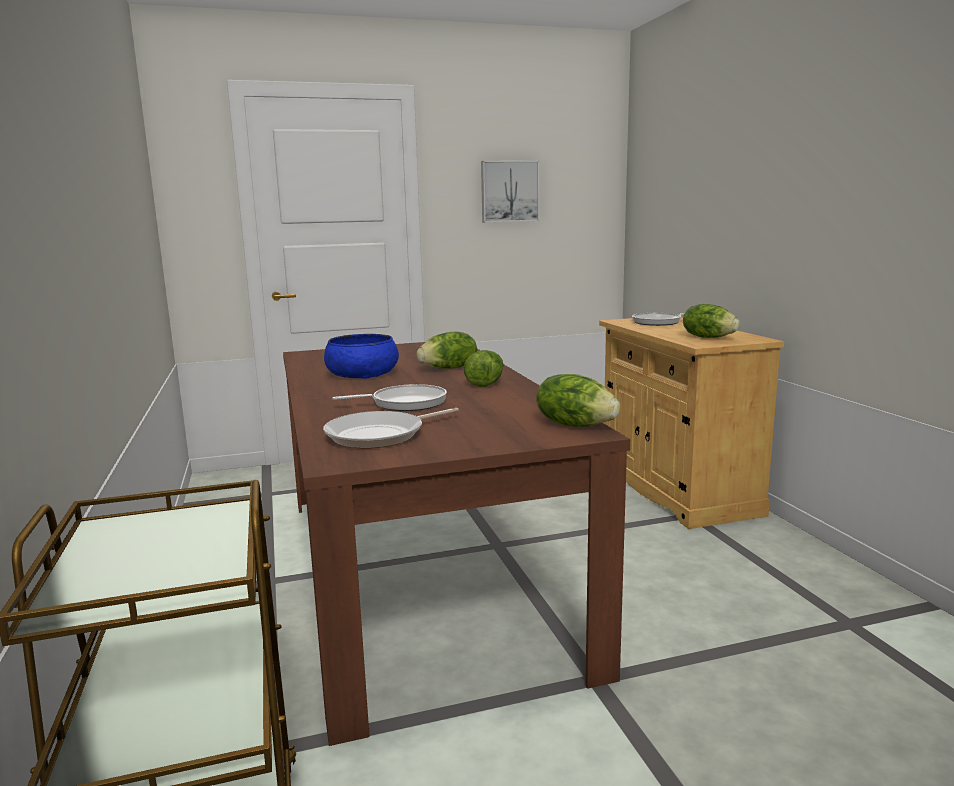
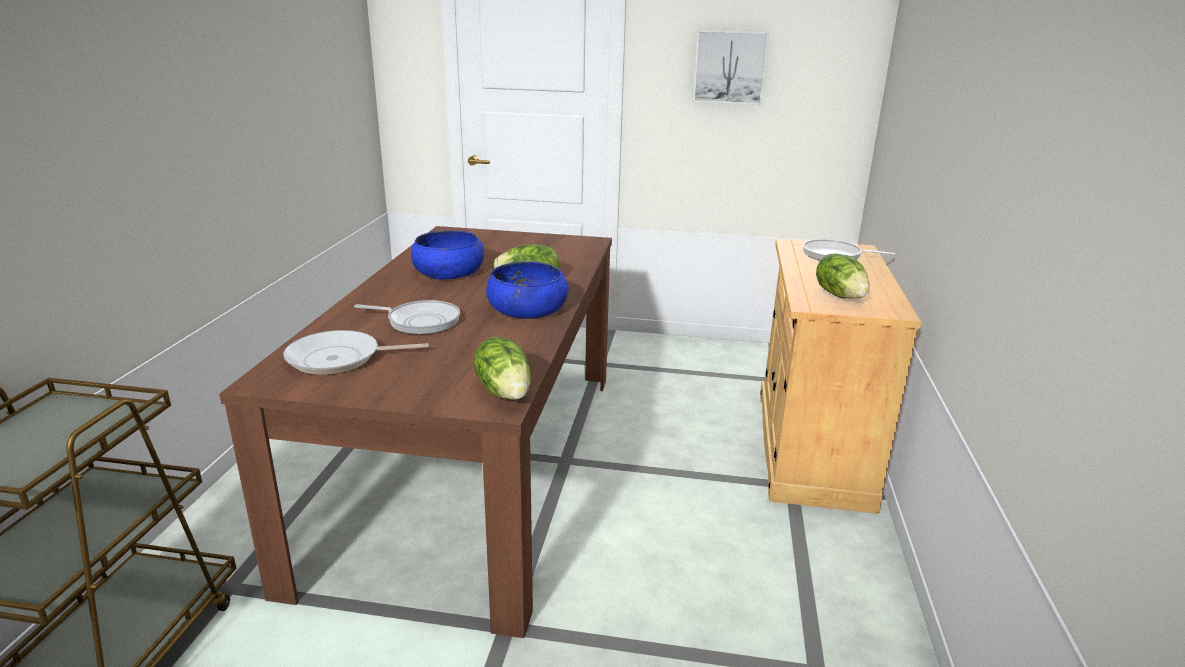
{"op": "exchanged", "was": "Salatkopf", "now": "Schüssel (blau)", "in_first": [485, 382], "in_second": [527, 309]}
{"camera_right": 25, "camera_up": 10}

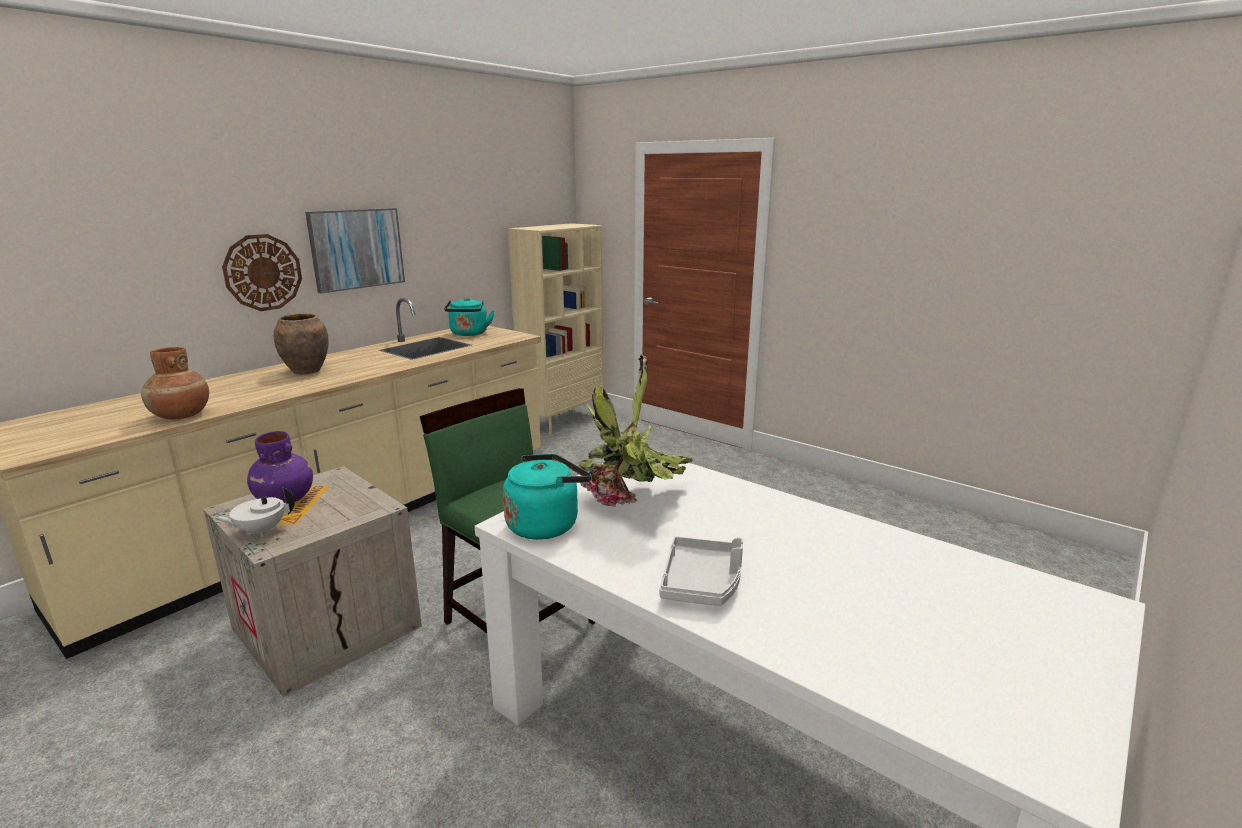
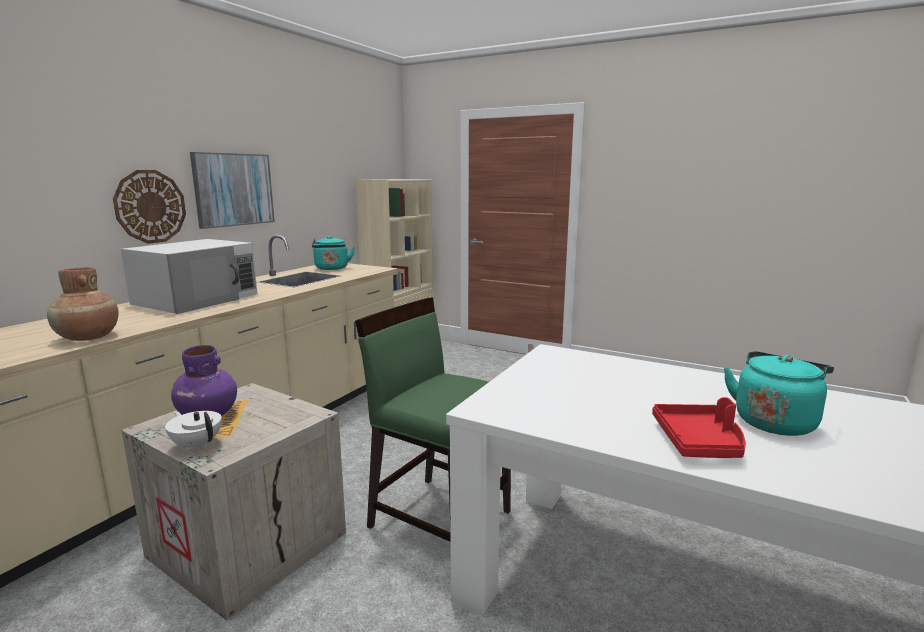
{"op": "spun", "was": "Teekanne (weiß)", "in_first": [260, 531], "in_second": [197, 445], "clockwise": 75}
{"op": "exchanged", "was": "Vase (braun)", "now": "Mikrowelle (weiß)", "in_first": [307, 371], "in_second": [197, 299]}
{"op": "relocated", "was": "Wasserkessel (türkis)", "in_first": [546, 524], "in_second": [775, 421]}
{"op": "missing", "was": "Topfpflanze", "in_first": [634, 502]}
{"op": "colour", "was": "Tablett (grau)", "now": "Tablett (rot)", "in_first": [702, 582], "in_second": [699, 442]}
{"camera_right": -10, "camera_up": -5}

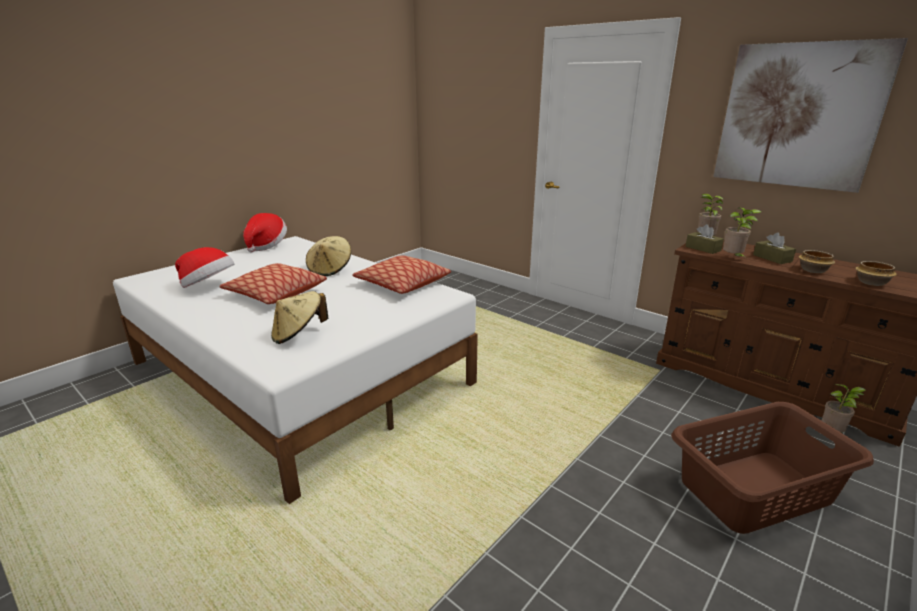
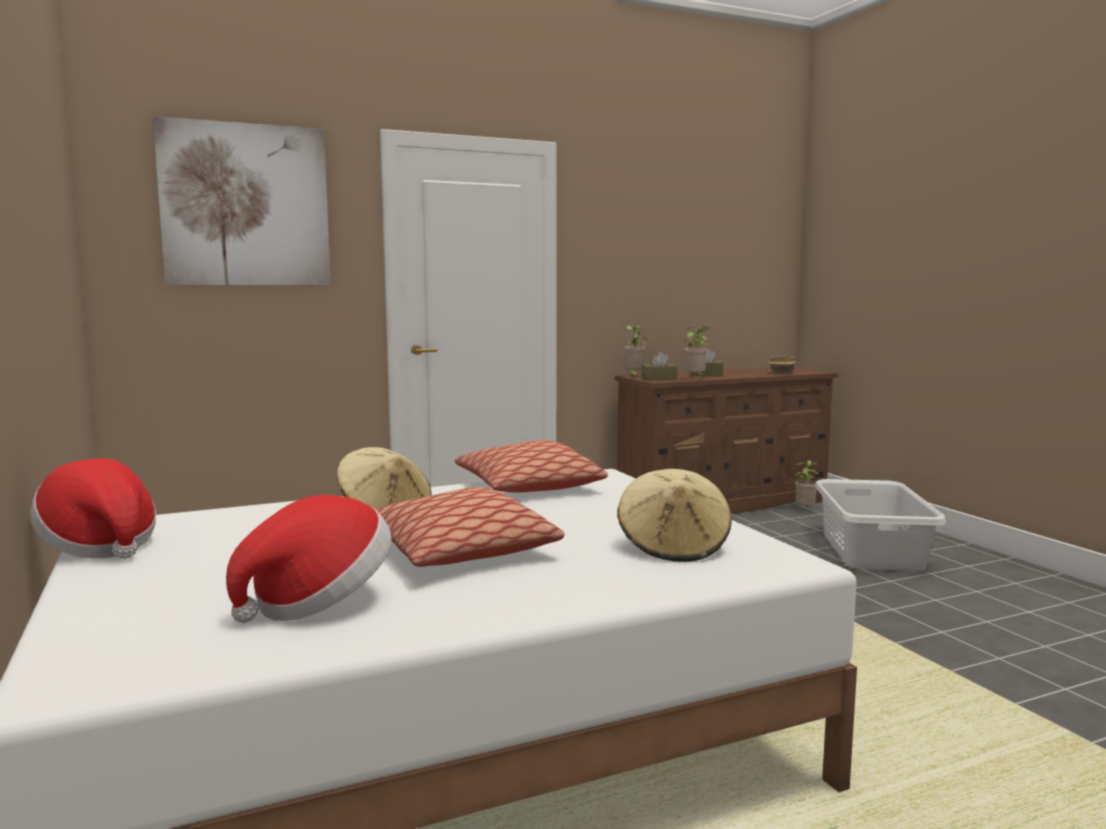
{"op": "colour", "was": "Wäschekorb (braun)", "now": "Wäschekorb (grau)", "in_first": [756, 490], "in_second": [872, 550]}
{"op": "relocated", "was": "Bild", "in_first": [798, 116], "in_second": [246, 205]}
{"op": "missing", "was": "Schüssel", "in_first": [812, 270]}
{"camera_right": -65, "camera_up": -15}

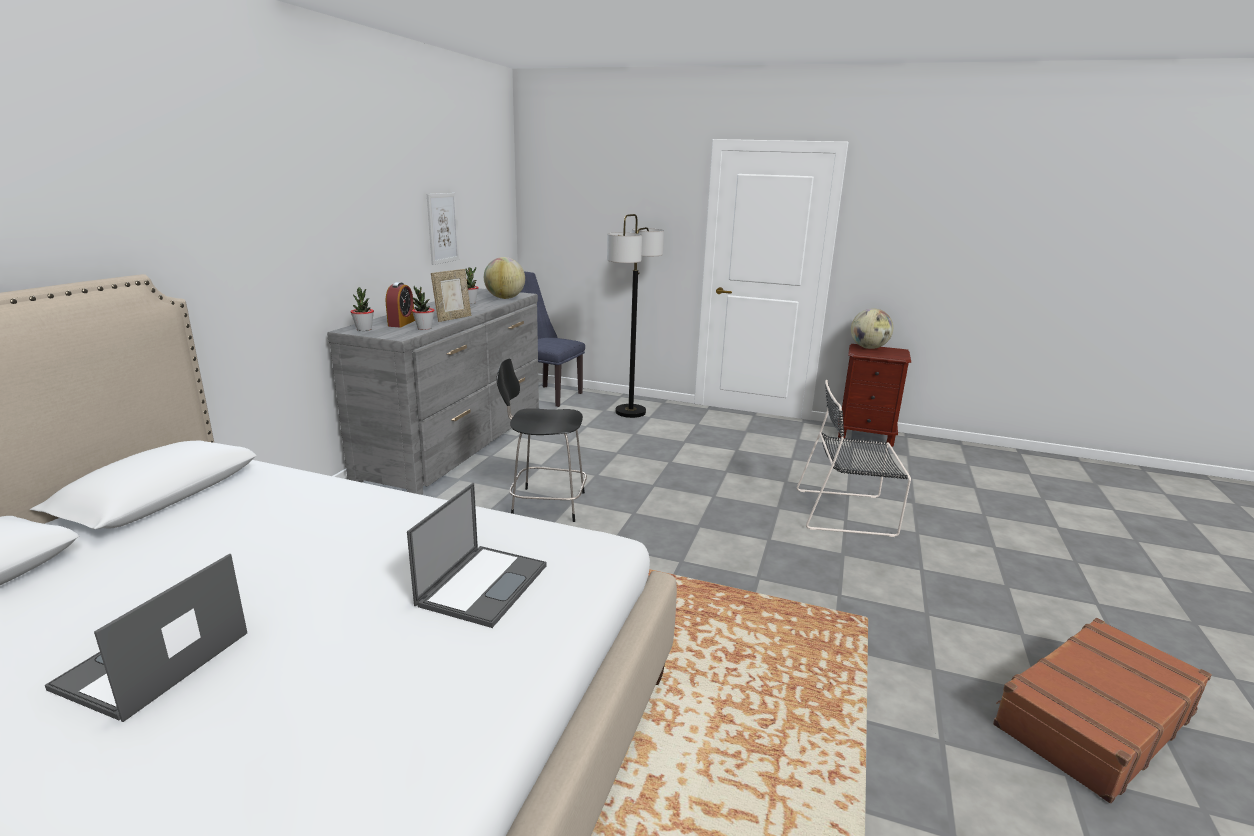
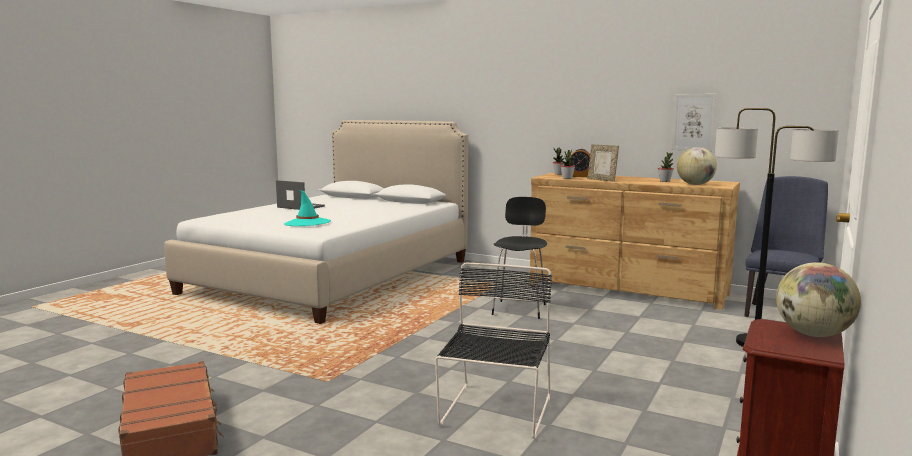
{"op": "colour", "was": "Kommode (grau)", "now": "Kommode (braun)", "in_first": [458, 442], "in_second": [627, 288]}
{"op": "exchanged", "was": "Laptop", "now": "Hut (türkis)", "in_first": [483, 584], "in_second": [307, 223]}
{"camera_right": 100, "camera_up": -10}

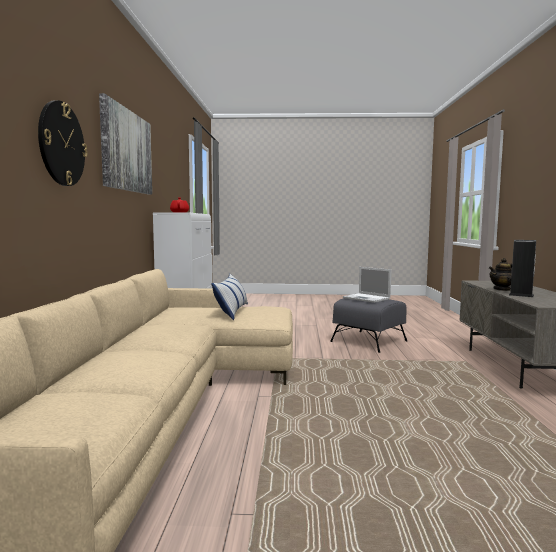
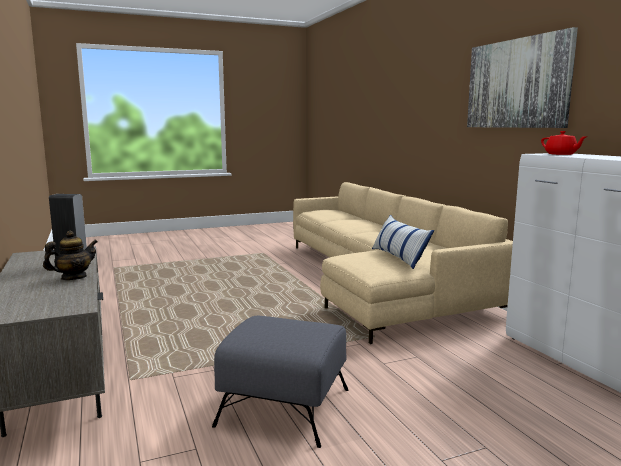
{"op": "missing", "was": "Wanduhr", "in_first": [61, 144]}
{"op": "missing", "was": "Laptop", "in_first": [367, 298]}
{"camera_right": 155, "camera_up": 5}

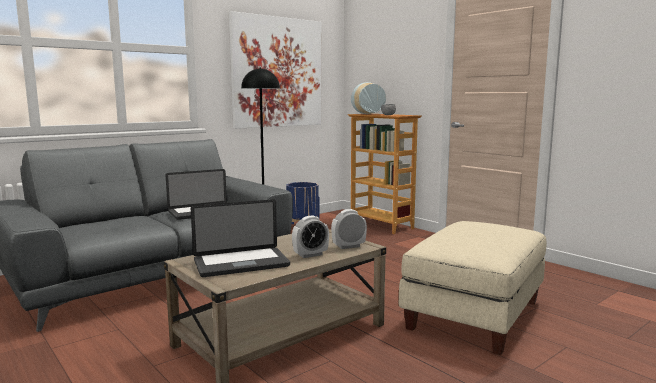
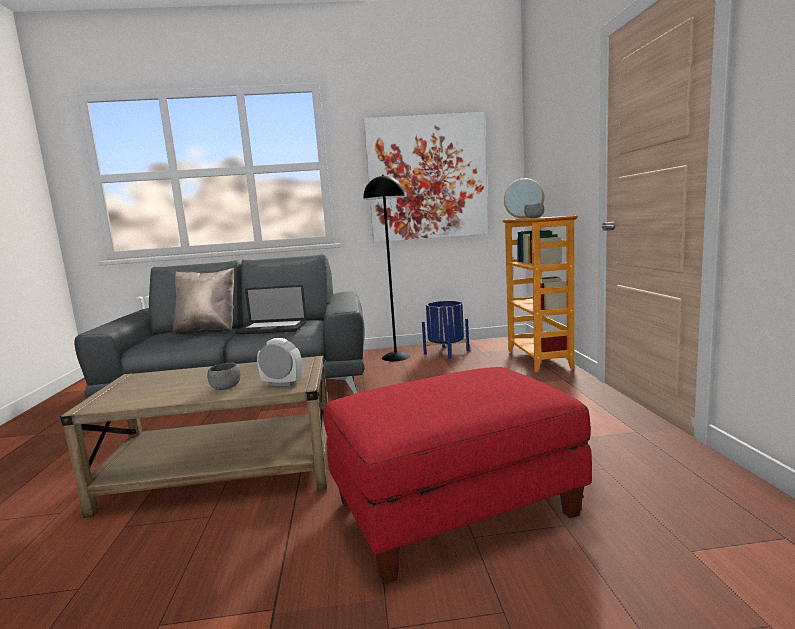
{"op": "missing", "was": "Laptop", "in_first": [241, 263]}
{"op": "exchanged", "was": "Wecker", "now": "Schüssel (grau)", "in_first": [310, 255], "in_second": [225, 388]}
{"op": "colour", "was": "Polsterhocker (beige)", "now": "Polsterhocker (rot)", "in_first": [475, 315], "in_second": [454, 509]}
{"op": "appeared", "now": "Kissen (beige)", "in_second": [208, 329]}
{"camera_right": 35, "camera_up": 0}

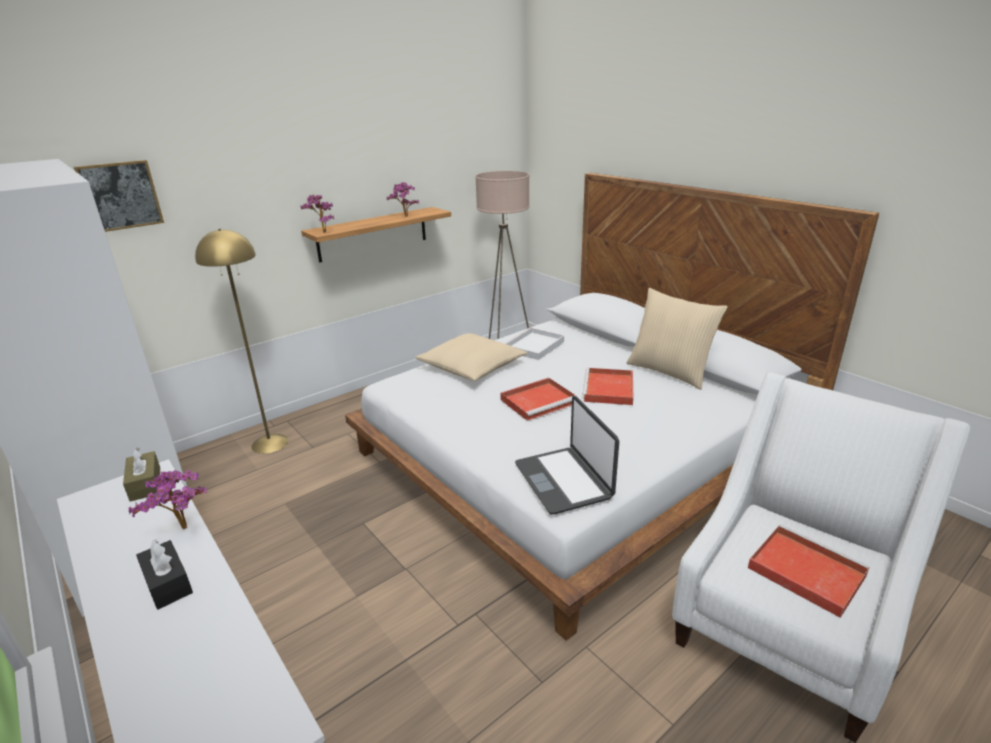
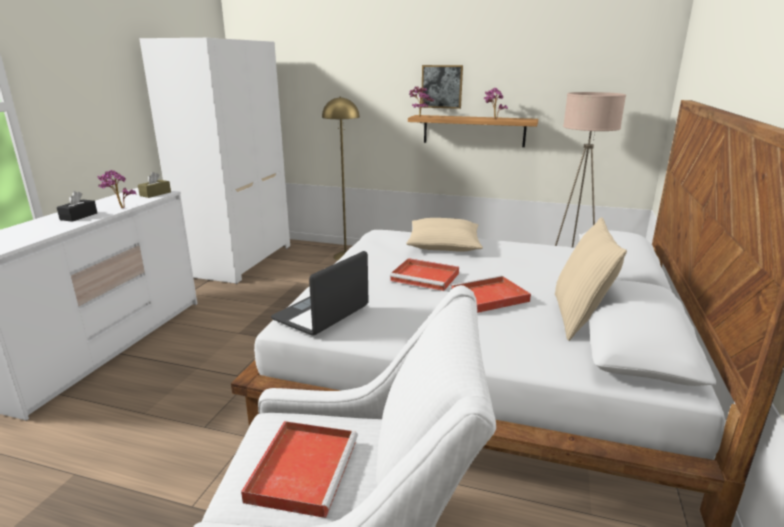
{"op": "relocated", "was": "Bild", "in_first": [120, 195], "in_second": [441, 86]}
{"op": "missing", "was": "Tablett (weiß)", "in_first": [534, 346]}
{"camera_right": 55, "camera_up": -5}

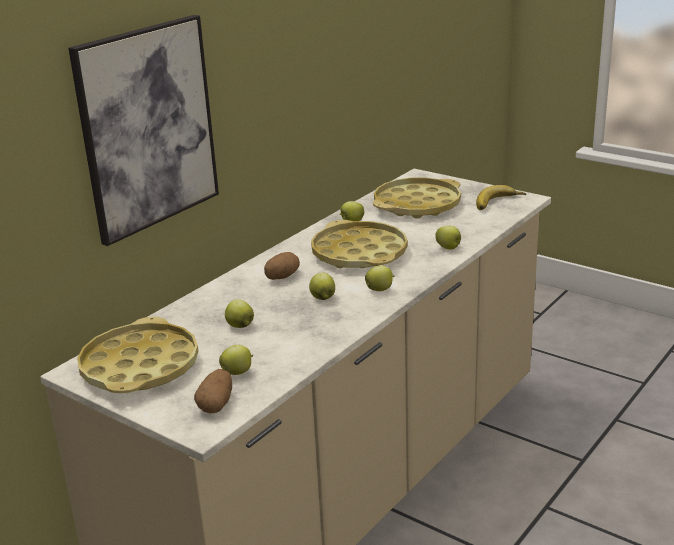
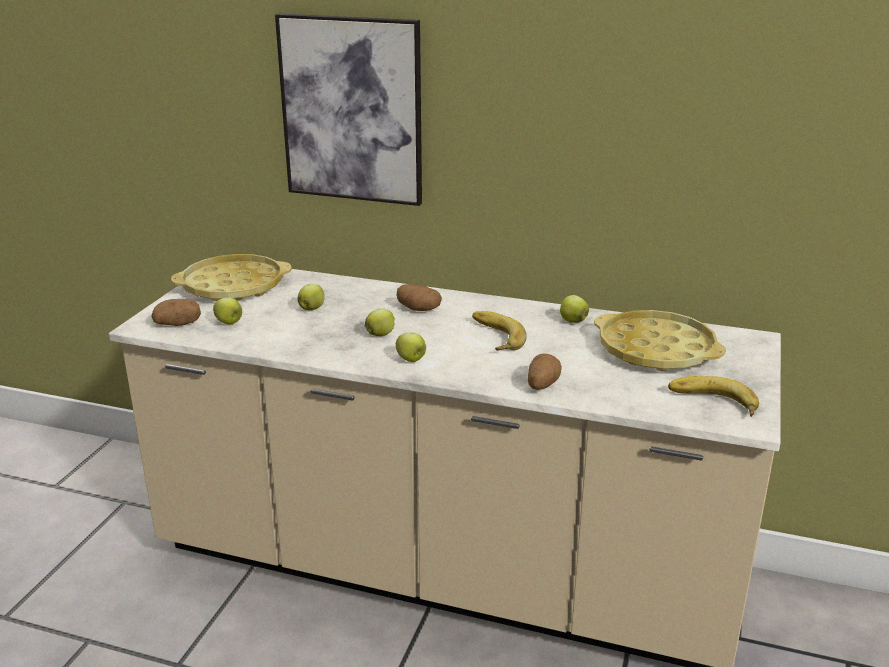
{"op": "exchanged", "was": "Tablett (gelb)", "now": "Banane", "in_first": [359, 254], "in_second": [493, 337]}
{"op": "exchanged", "was": "Apfel", "now": "Kartoffel", "in_first": [448, 248], "in_second": [542, 384]}
{"camera_right": 70, "camera_up": 0}

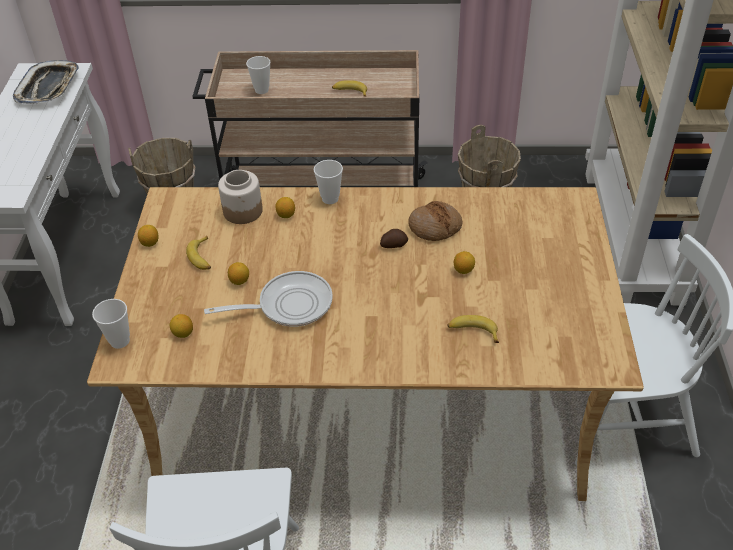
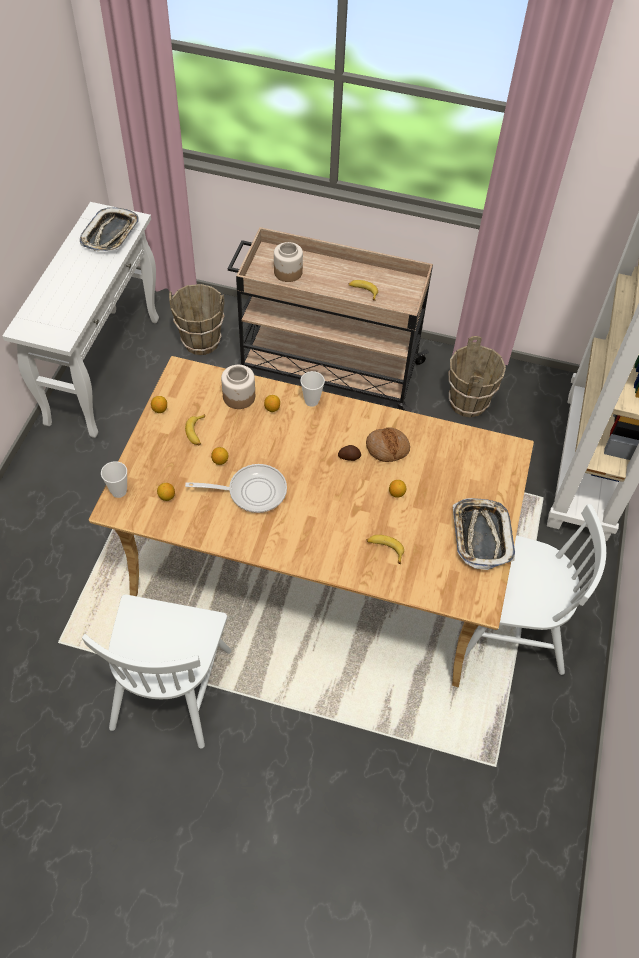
{"op": "exchanged", "was": "Tasse", "now": "Vorratsglas", "in_first": [261, 90], "in_second": [288, 272]}
{"op": "appeared", "now": "Tablett", "in_second": [481, 536]}
{"camera_right": 10, "camera_up": 10}

